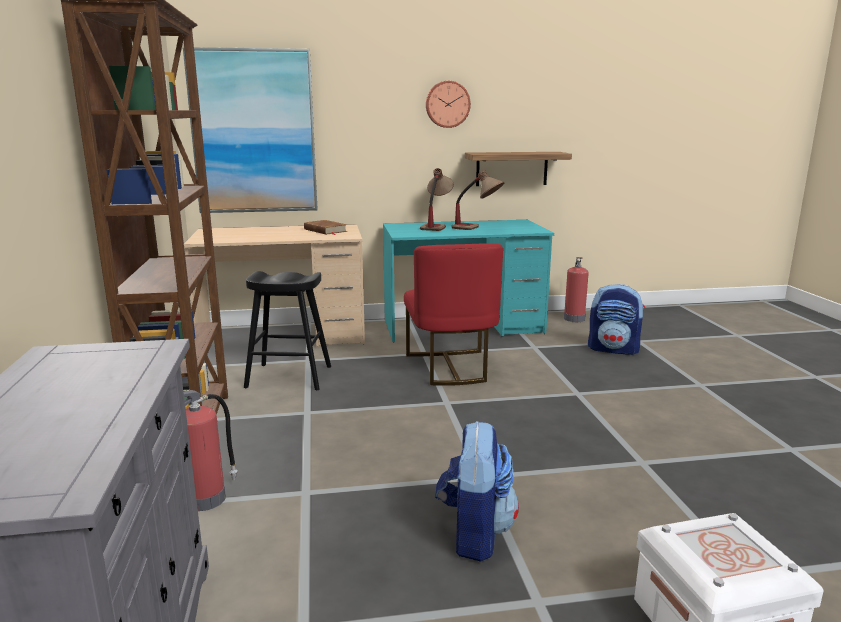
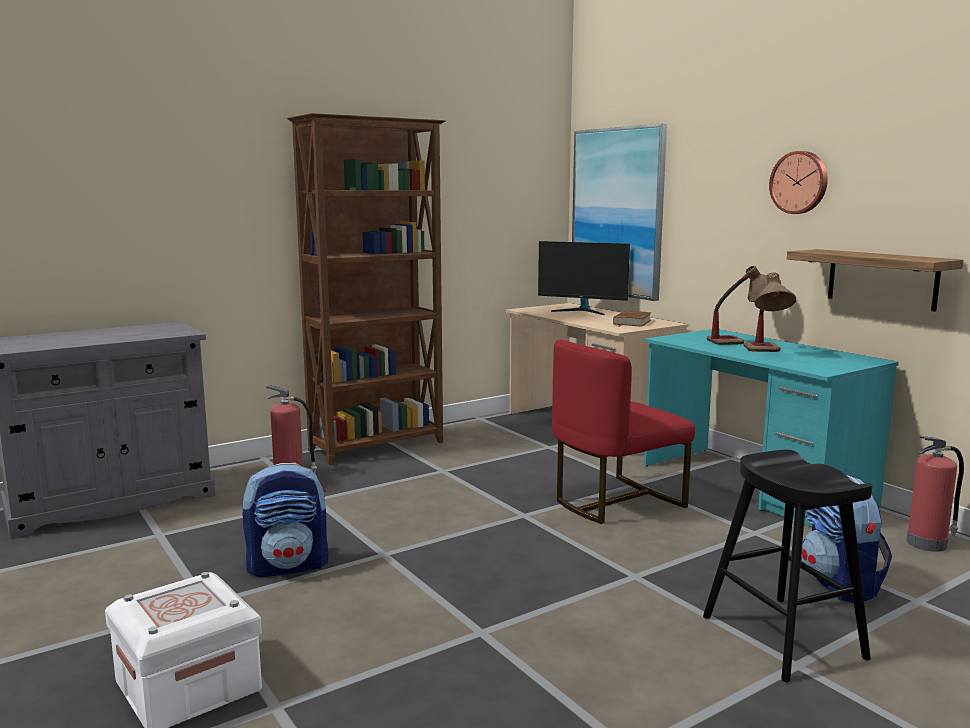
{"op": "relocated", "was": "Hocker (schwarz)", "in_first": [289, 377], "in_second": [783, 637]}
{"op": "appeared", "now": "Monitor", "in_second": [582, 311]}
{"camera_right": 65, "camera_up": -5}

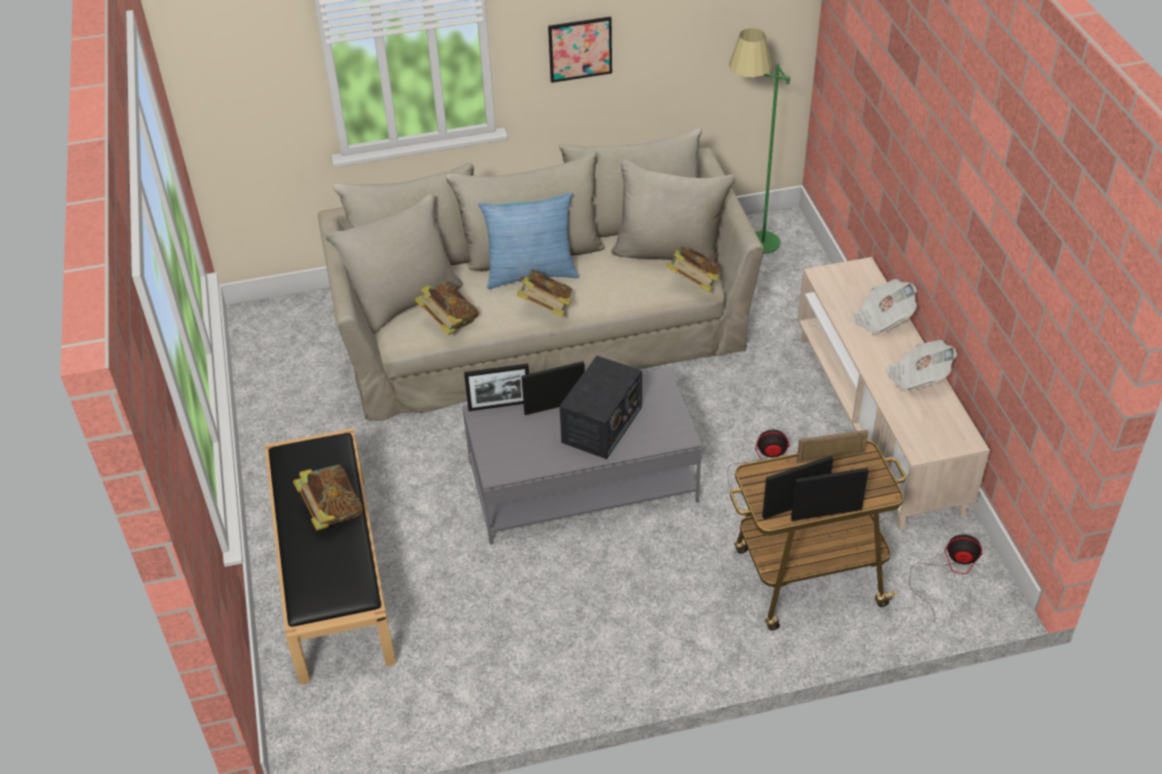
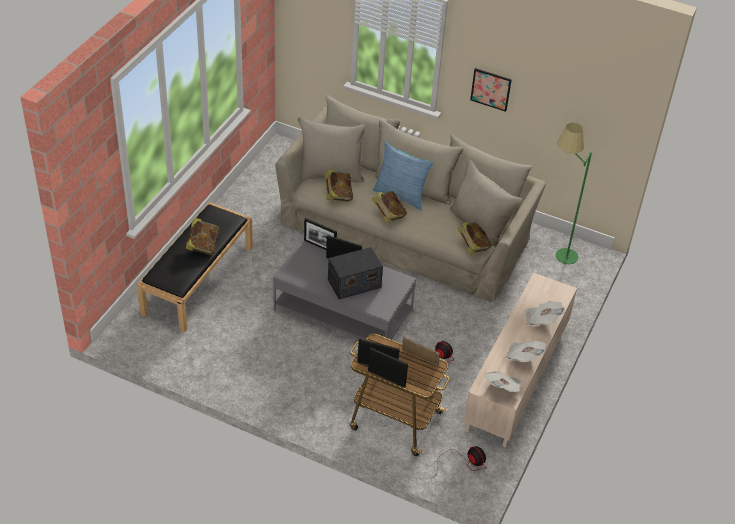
{"op": "appeared", "now": "Zeitung", "in_second": [503, 388]}
{"camera_right": 35, "camera_up": 0}

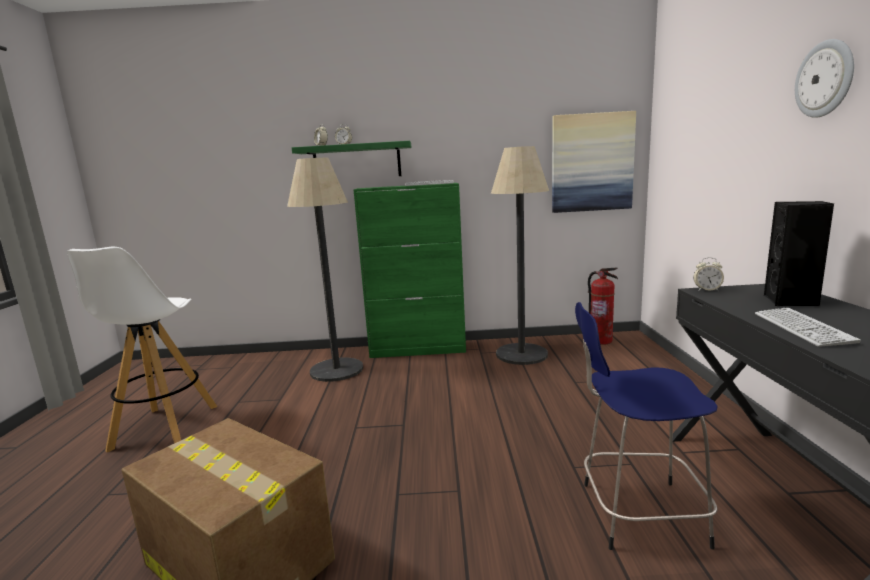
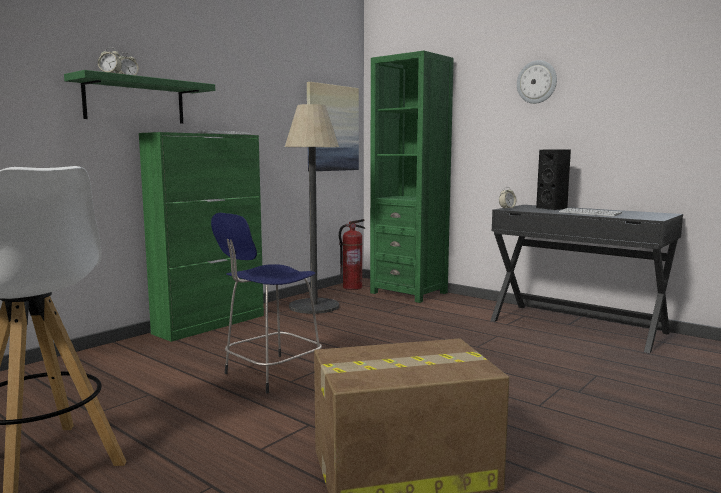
{"op": "missing", "was": "Stehlampe", "in_first": [337, 370]}
{"op": "relocated", "was": "Hocker (blau)", "in_first": [637, 513], "in_second": [270, 374]}
{"op": "appeared", "now": "Bücherregal (grün)", "in_second": [409, 293]}
{"camera_right": -50, "camera_up": -5}

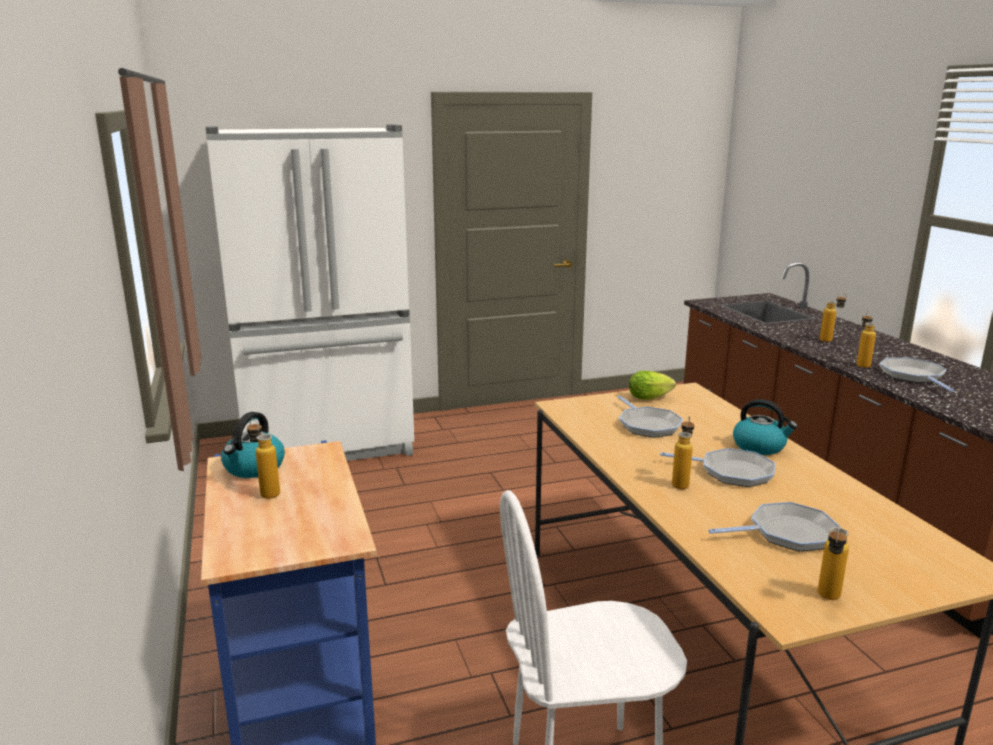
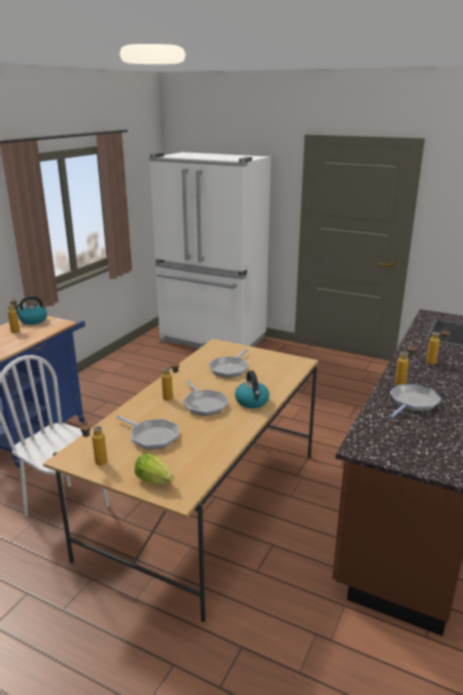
{"op": "relocated", "was": "Salatkopf", "in_first": [651, 398], "in_second": [156, 482]}
{"camera_right": 45, "camera_up": 5}

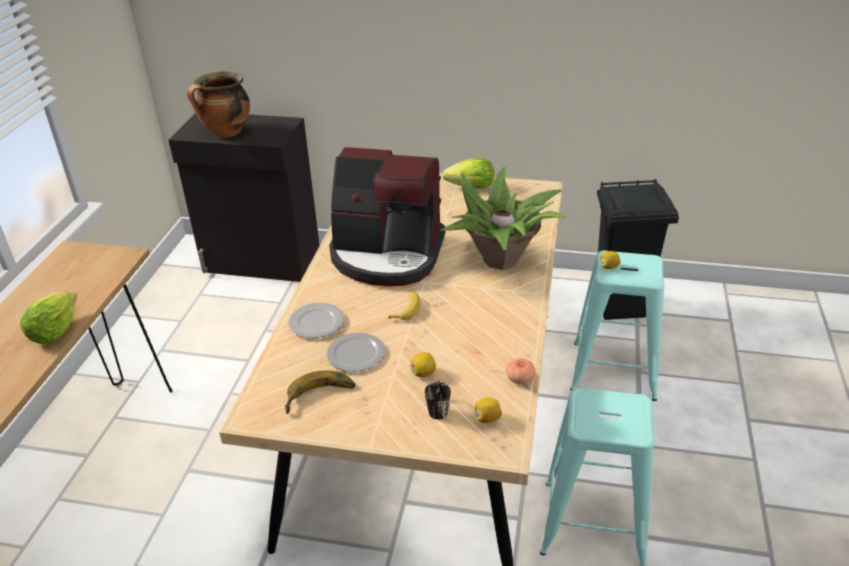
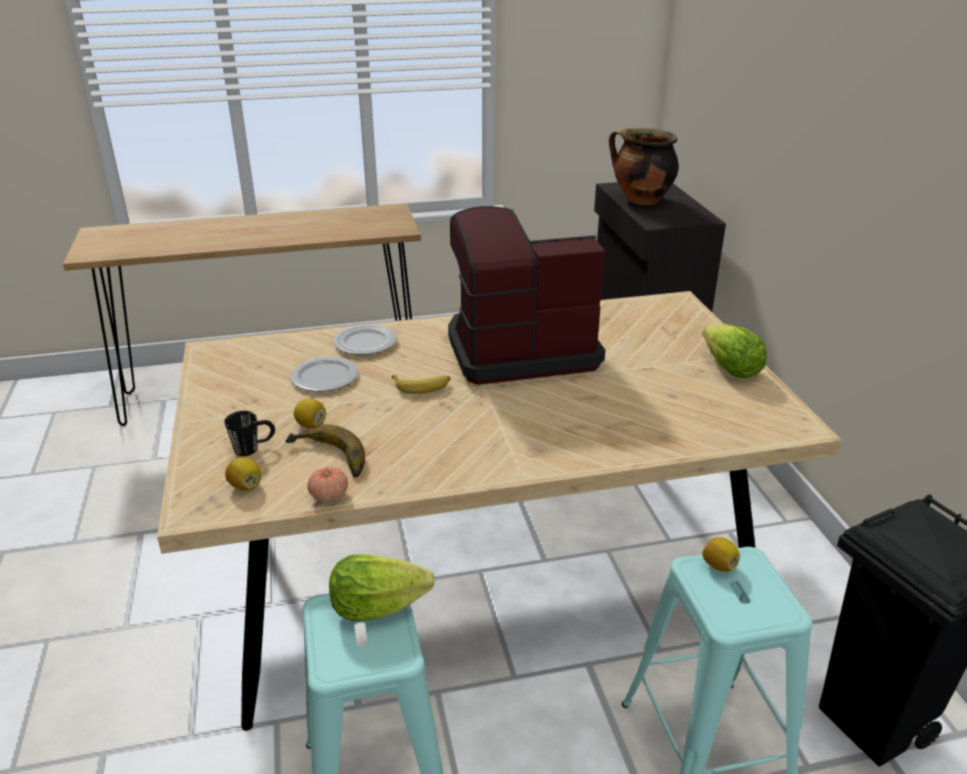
{"op": "relocated", "was": "Salatkopf", "in_first": [55, 331], "in_second": [377, 606]}
{"op": "relocated", "was": "Banane", "in_first": [320, 398], "in_second": [327, 459]}
{"op": "spun", "was": "Kaffeemaschine", "in_first": [387, 255], "in_second": [519, 350], "clockwise": 90}
{"op": "missing", "was": "Topfpflanze", "in_first": [501, 260]}
{"camera_right": 65, "camera_up": -5}

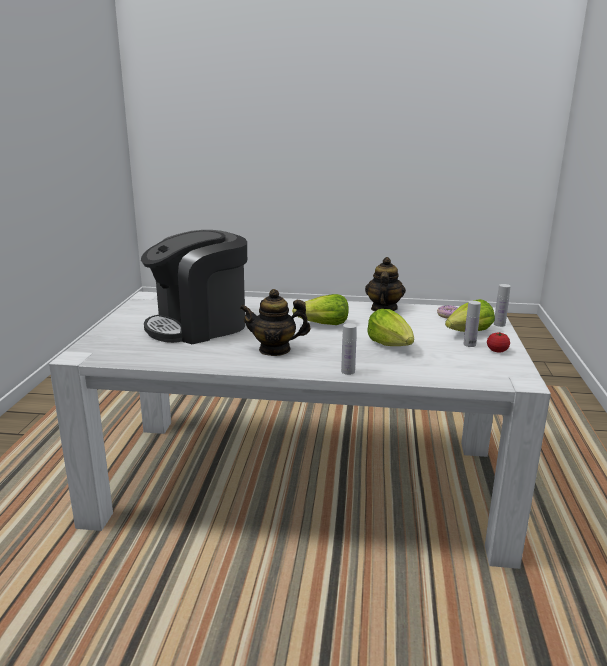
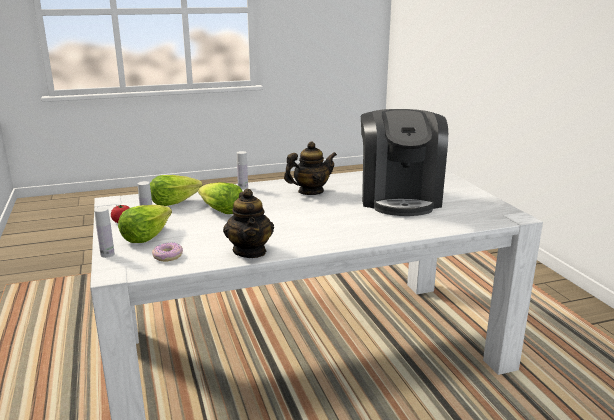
{"op": "spun", "was": "Kaffeemaschine", "in_first": [199, 326], "in_second": [399, 198], "clockwise": 150}
{"op": "relocated", "was": "Salatkopf", "in_first": [323, 325], "in_second": [174, 202]}
{"camera_right": 155, "camera_up": 0}

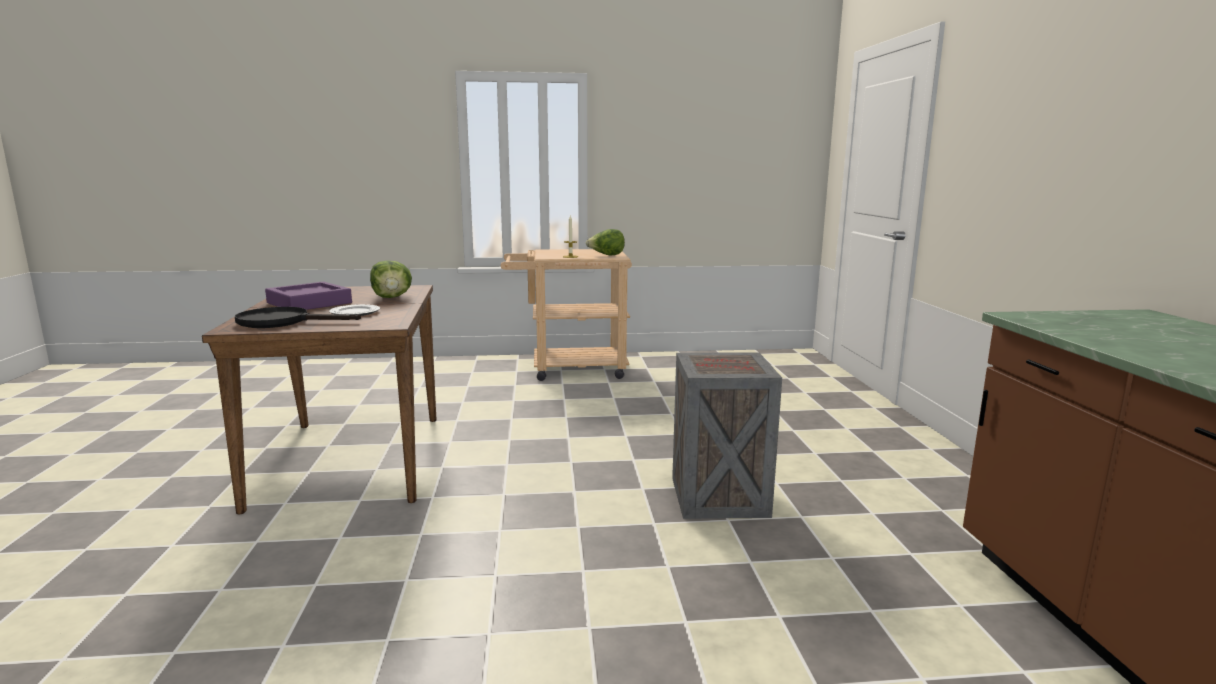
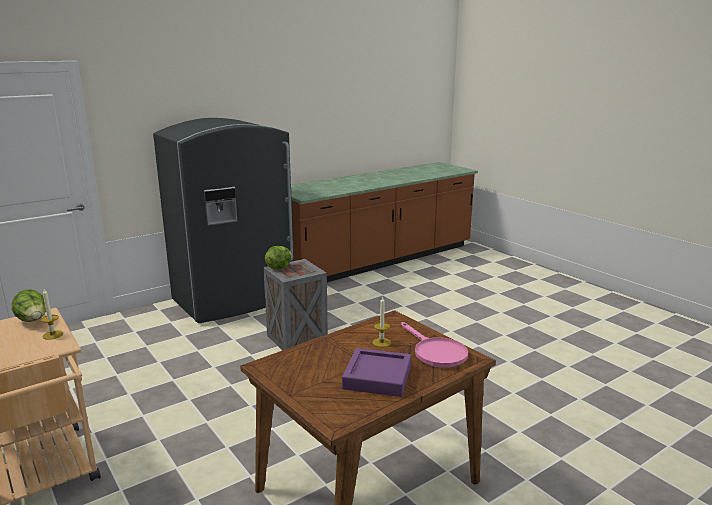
{"op": "colour", "was": "Pfanne (schwarz)", "now": "Pfanne (rosa)", "in_first": [283, 322], "in_second": [435, 352]}
{"op": "exchanged", "was": "Teller", "now": "Kerze", "in_first": [355, 313], "in_second": [381, 342]}
{"op": "relocated", "was": "Salatkopf", "in_first": [392, 297], "in_second": [278, 268]}
{"op": "appeared", "now": "Kühlschrank (grau)", "in_second": [235, 300]}
{"camera_right": -120, "camera_up": 5}

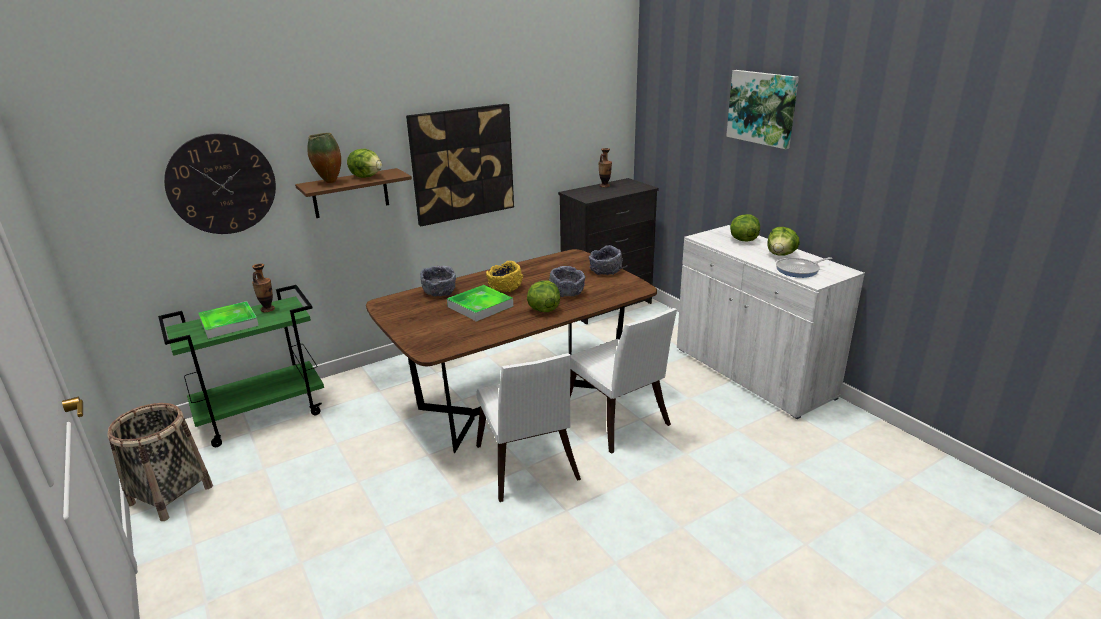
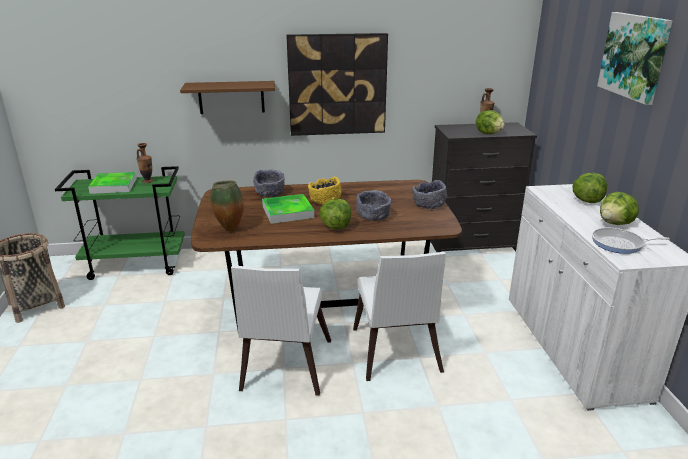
{"op": "missing", "was": "Wanduhr", "in_first": [222, 184]}
{"op": "relocated", "was": "Vase", "in_first": [329, 182], "in_second": [229, 230]}
{"op": "relocated", "was": "Salatkopf", "in_first": [367, 176], "in_second": [489, 133]}
{"camera_right": 25, "camera_up": 0}

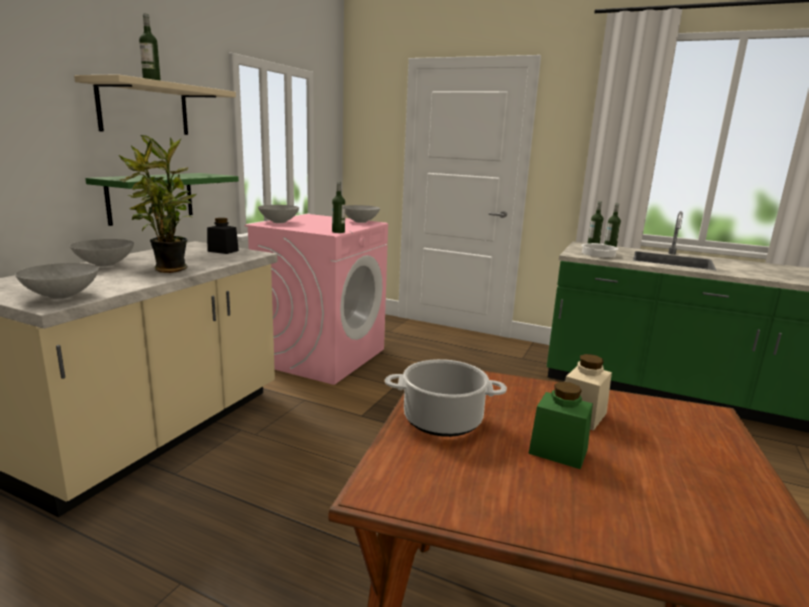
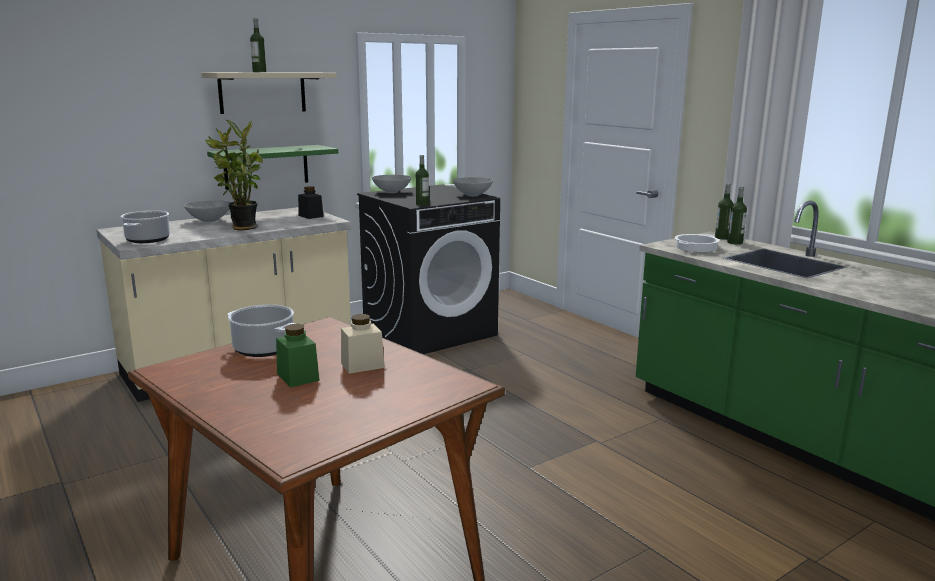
{"op": "exchanged", "was": "Schüssel (grau)", "now": "Kochtopf", "in_first": [61, 295], "in_second": [148, 239]}
{"op": "colour", "was": "Waschmaschine (rosa)", "now": "Waschmaschine (schwarz)", "in_first": [321, 356], "in_second": [430, 331]}
{"camera_right": 30, "camera_up": 0}

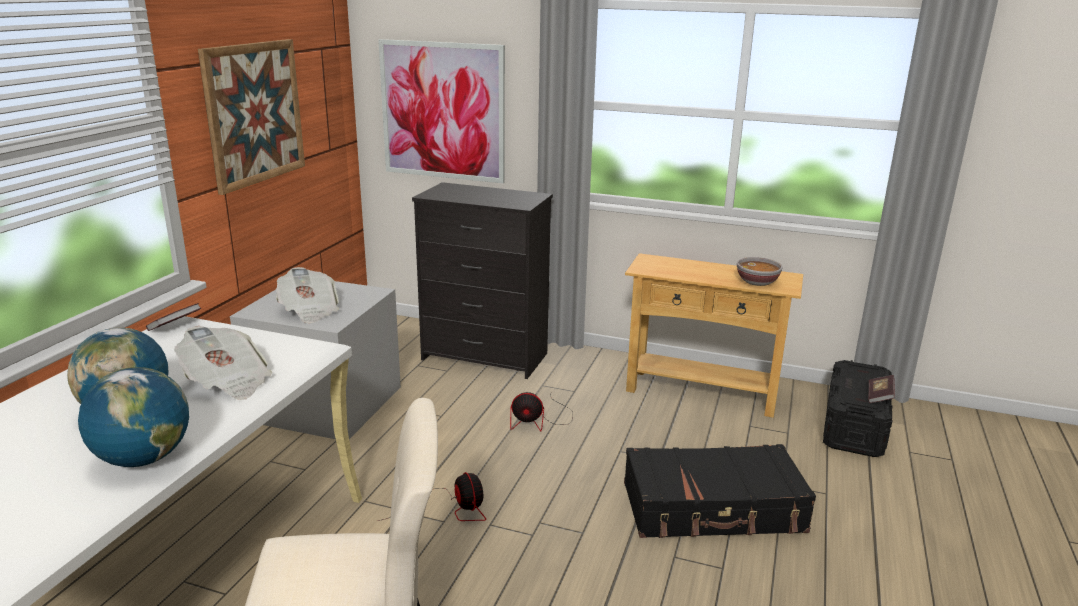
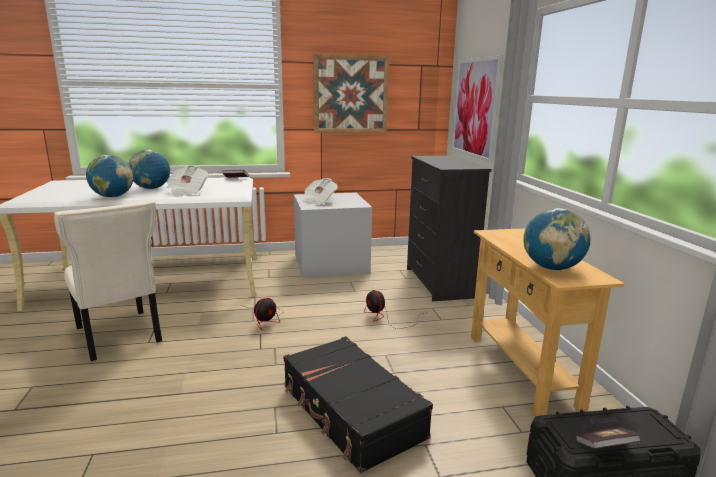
{"op": "exchanged", "was": "Schüssel", "now": "Globus", "in_first": [757, 282], "in_second": [551, 268]}
{"camera_right": 60, "camera_up": -5}

